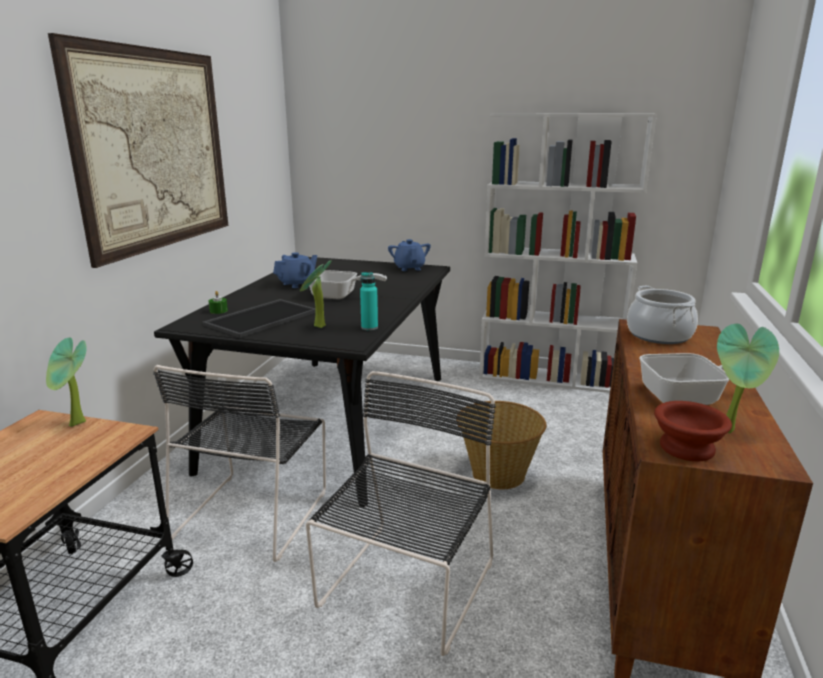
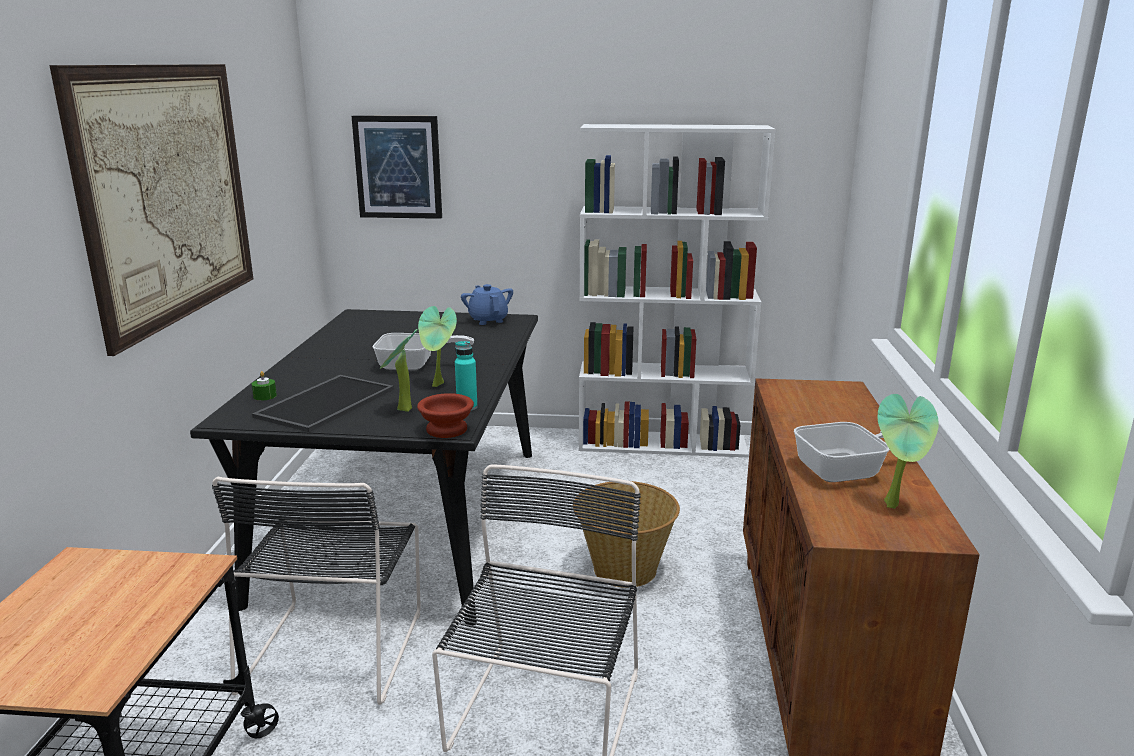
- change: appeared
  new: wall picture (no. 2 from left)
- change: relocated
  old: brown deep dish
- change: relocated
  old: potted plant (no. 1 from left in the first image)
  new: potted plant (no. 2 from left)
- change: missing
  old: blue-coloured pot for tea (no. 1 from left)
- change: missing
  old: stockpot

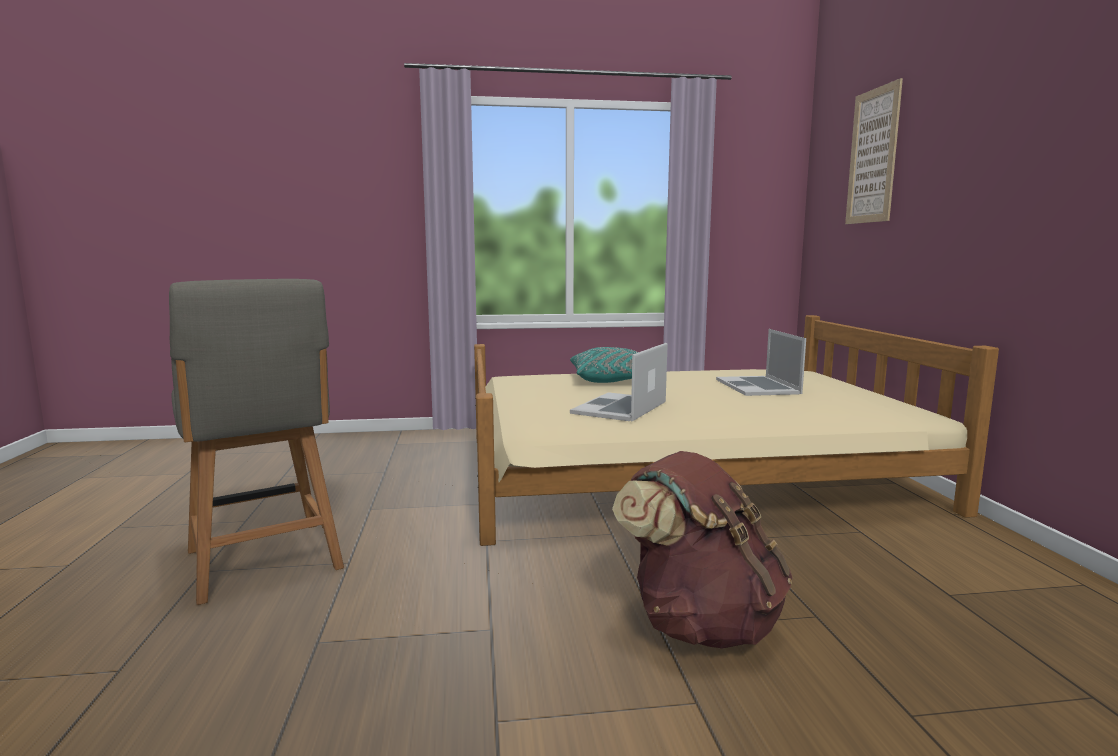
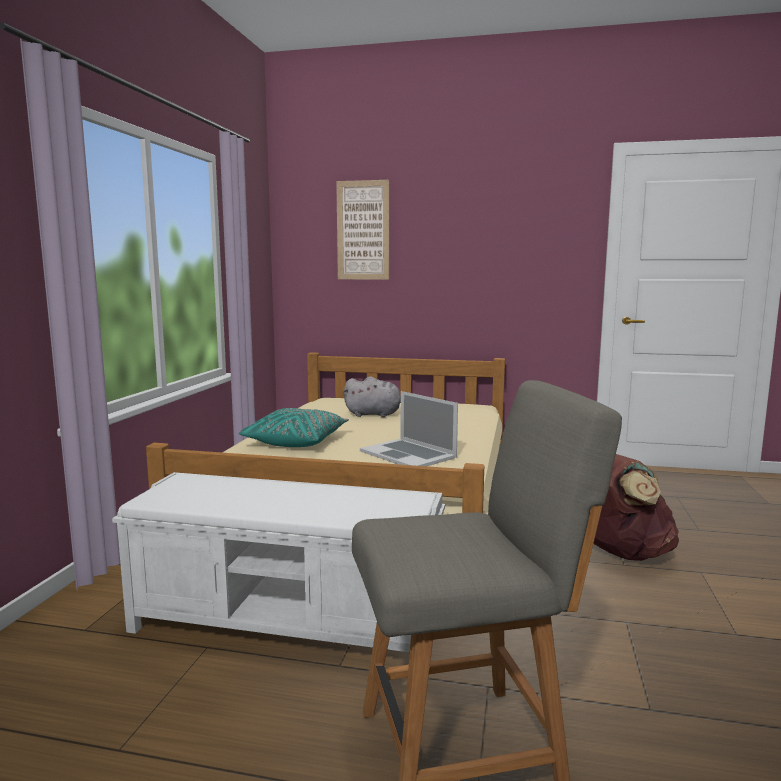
- change: appeared
  new: whitish indoor bench
- change: exchanged
  old: notebook computer (no. 2 from left)
  new: greyish cuddly toy

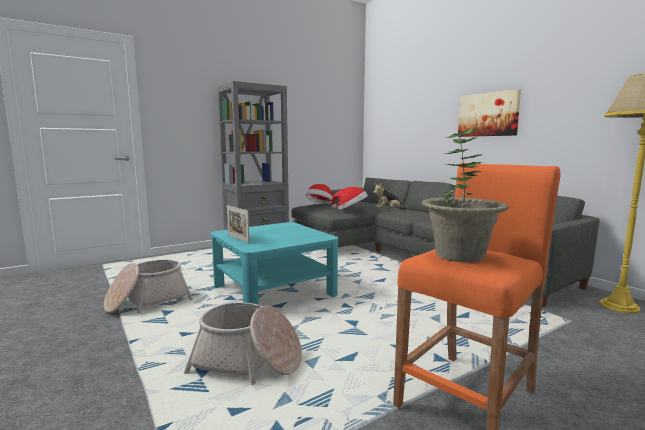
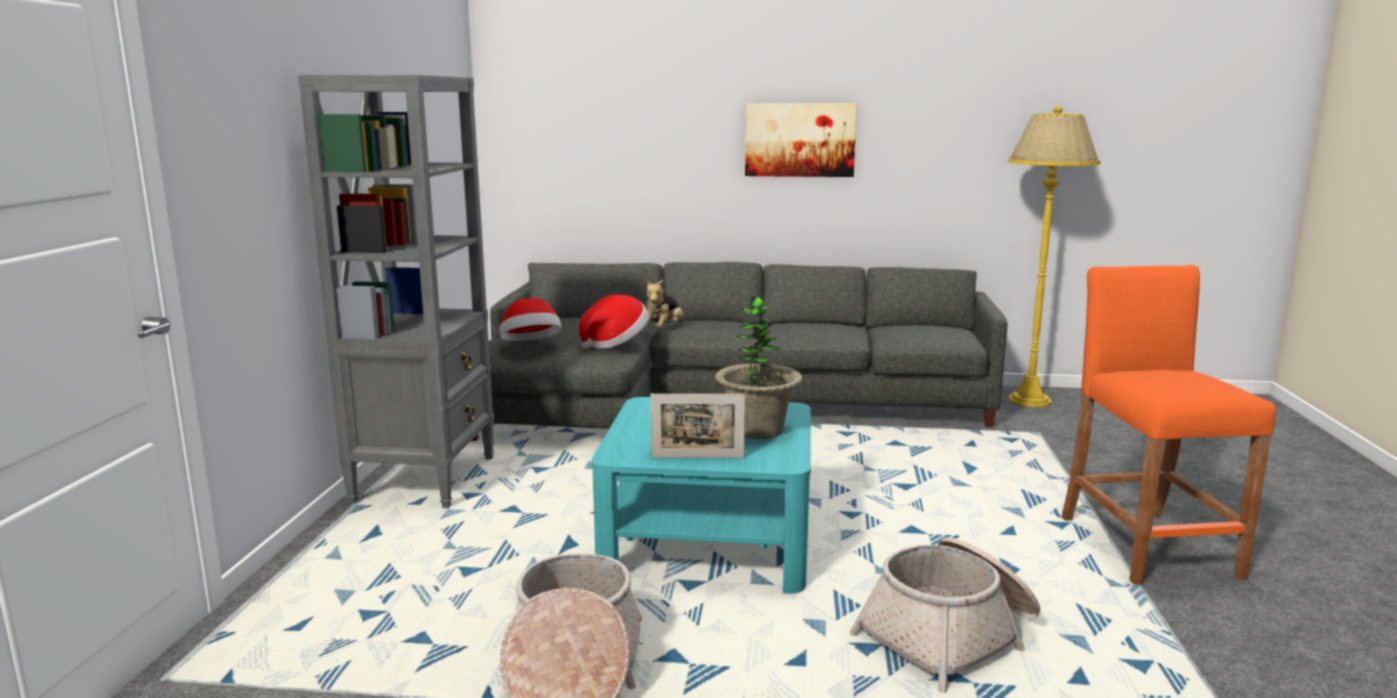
- change: relocated
  old: potted plant

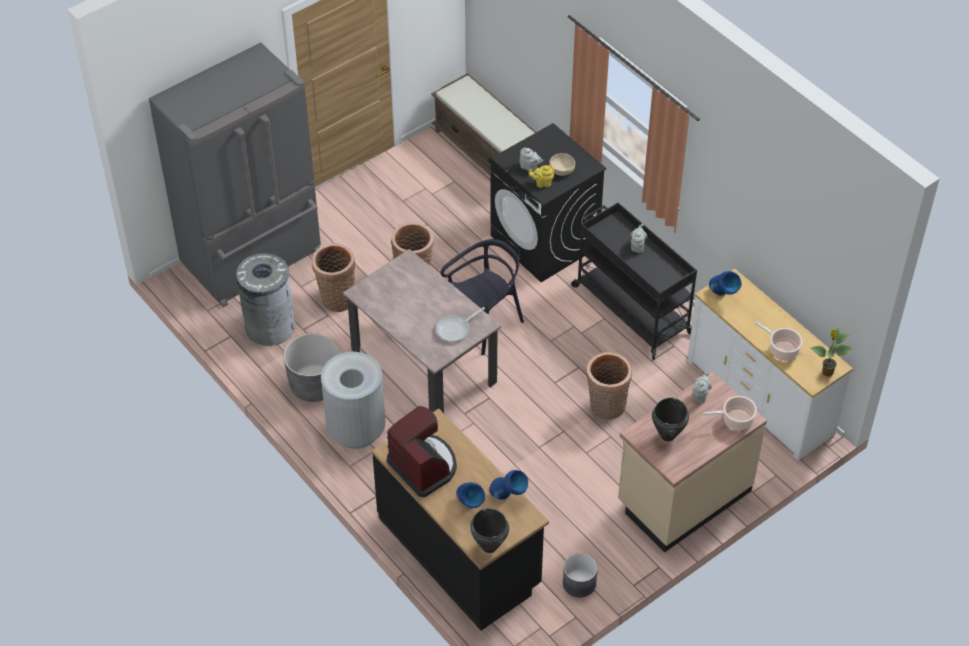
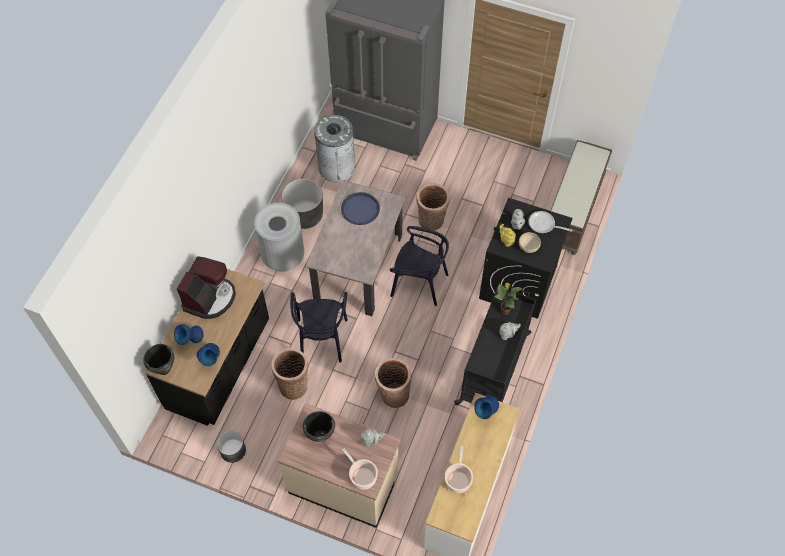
- change: relocated
  old: basket (no. 1 from left)
- change: appeared
  new: black-coloured plain chair (no. 1 from left)
- change: appeared
  new: blue-coloured carrying tray
- change: relocated
  old: potted plant
- change: relocated
  old: skillet

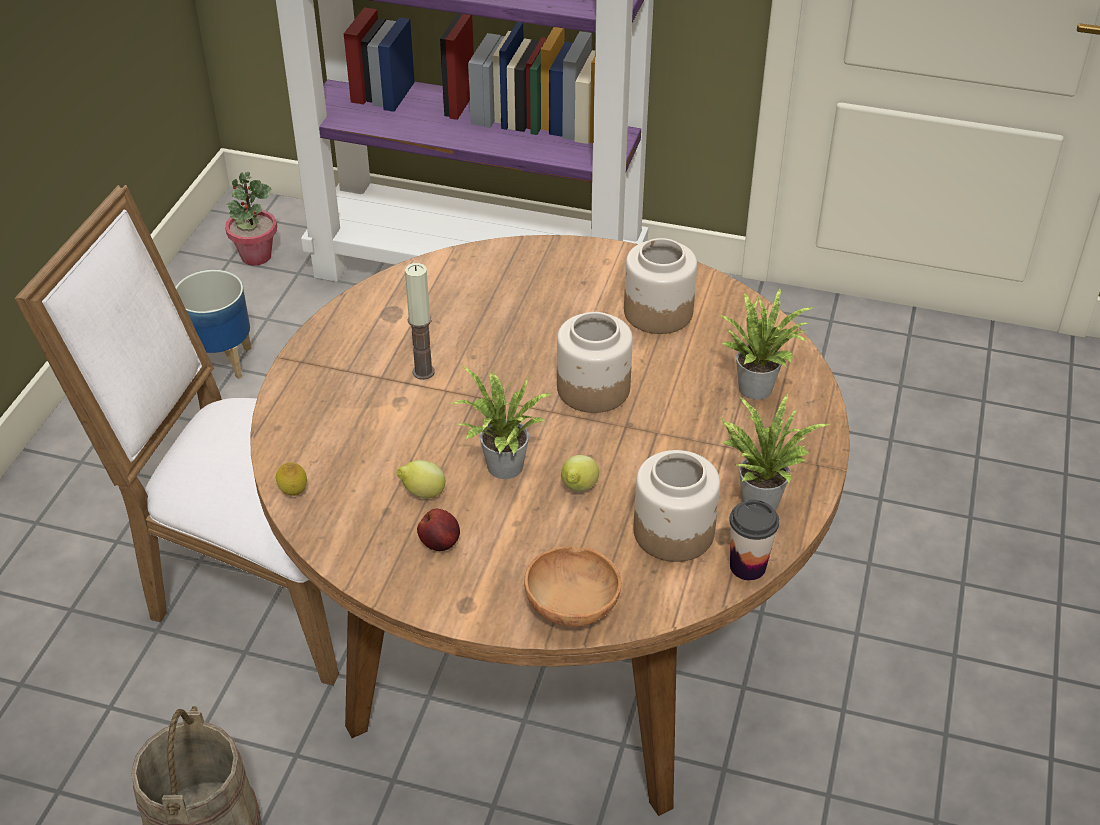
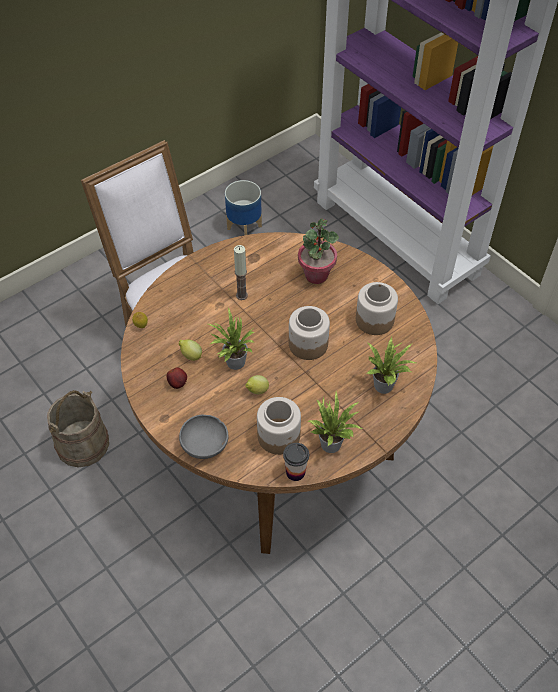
- change: colour
  old: brown deep dish
  new: greyish deep dish
- change: relocated
  old: potted plant (no. 1 from left in the first image)
  new: potted plant (no. 2 from left)

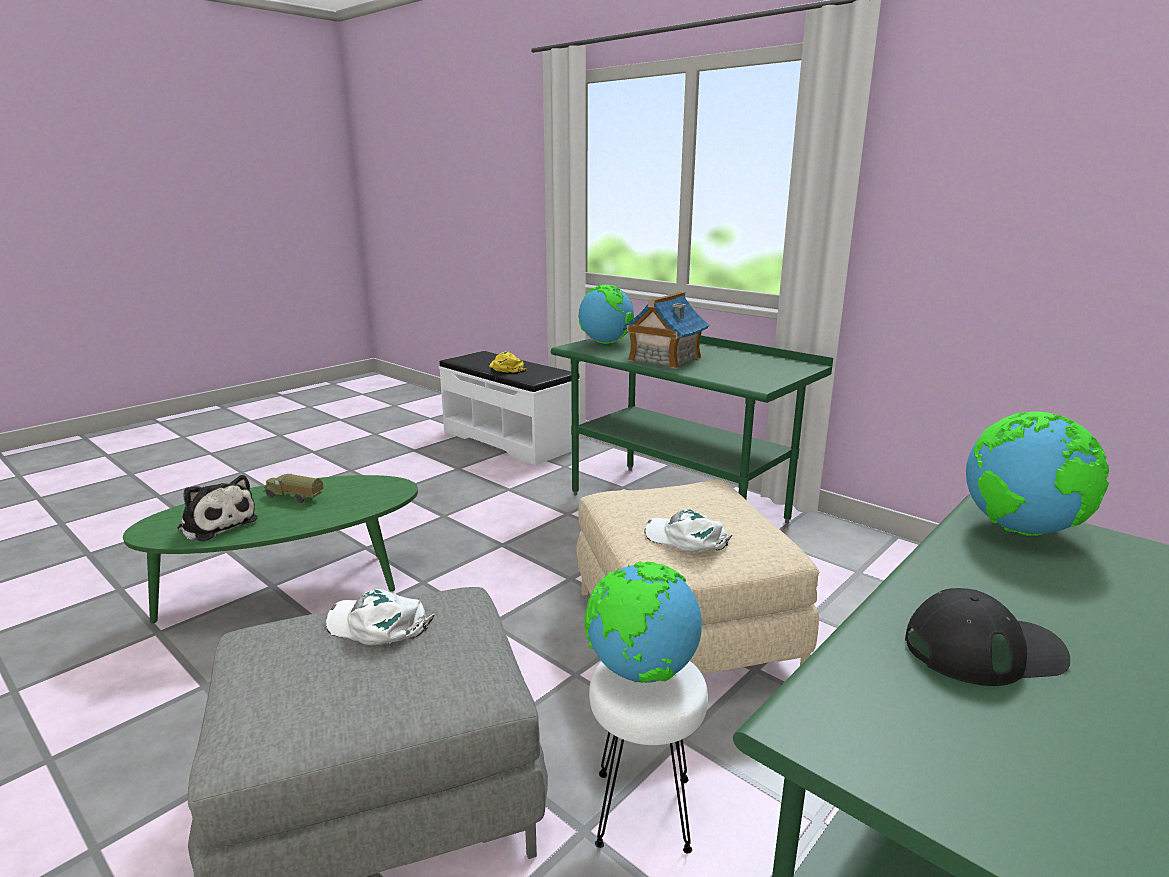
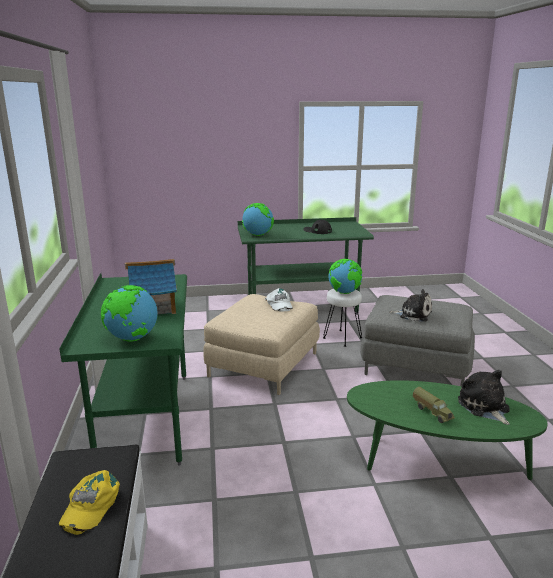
- change: exchanged
  old: whitish cap (no. 1 from left)
  new: cuddly toy (no. 1 from left)

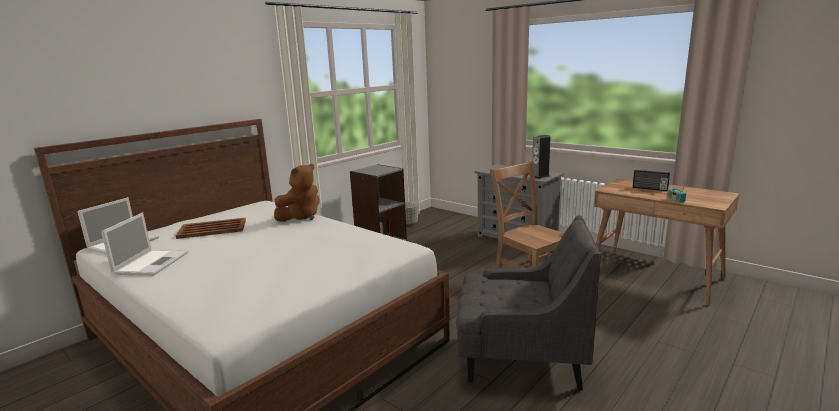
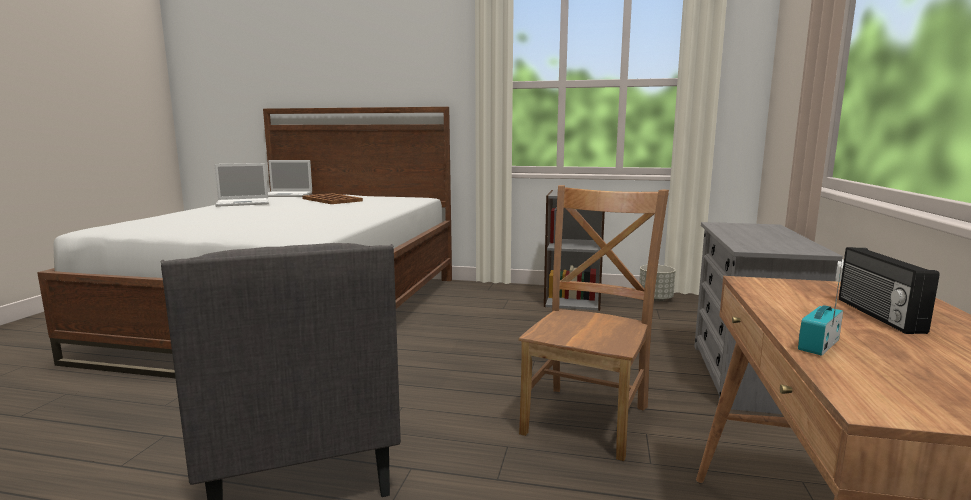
- change: missing
  old: brown cuddly toy
- change: missing
  old: loudspeaker

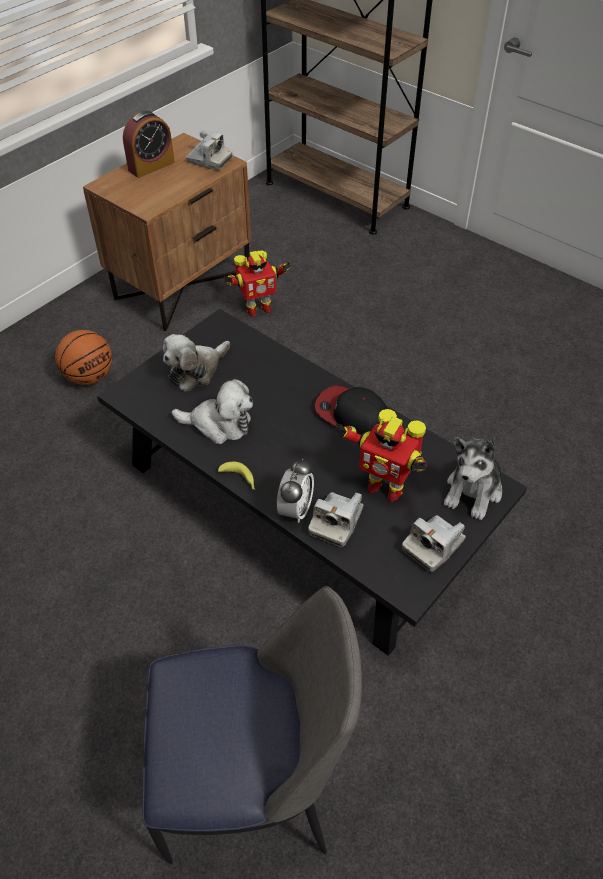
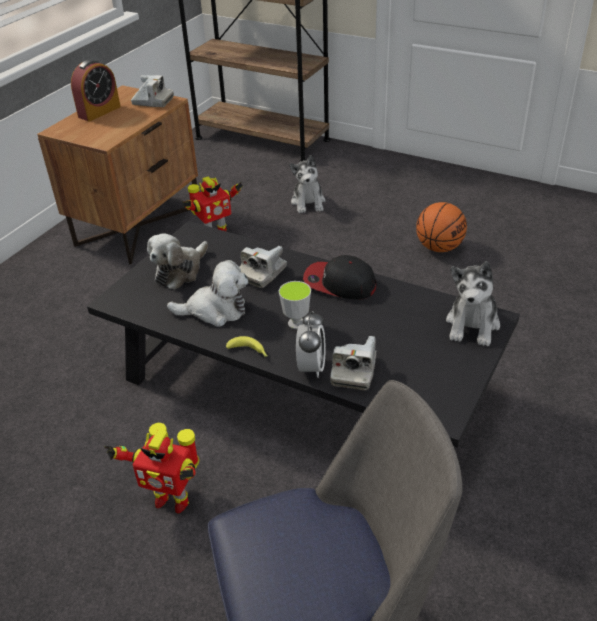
- change: relocated
  old: model robot (no. 2 from left in the first image)
  new: model robot (no. 1 from left)
- change: relocated
  old: still camera (no. 3 from left in the first image)
  new: still camera (no. 2 from left)
- change: appeared
  new: drinking cup
- change: appeared
  new: cuddly toy (no. 3 from left)
- change: relocated
  old: basketball

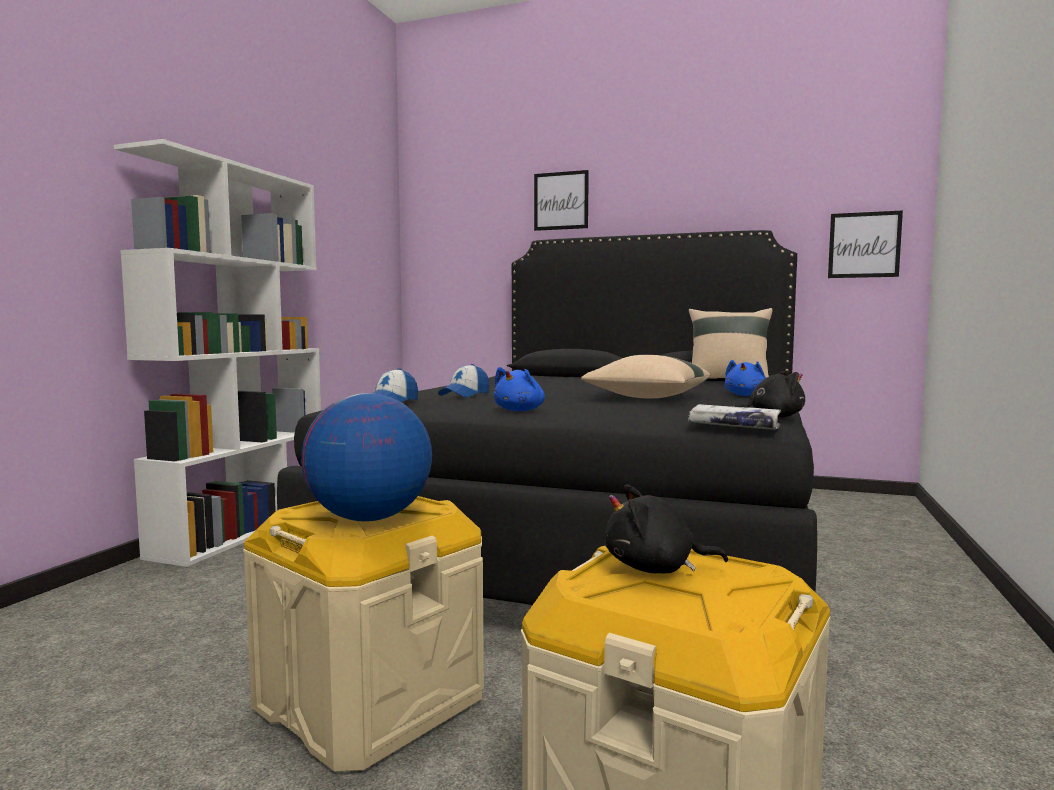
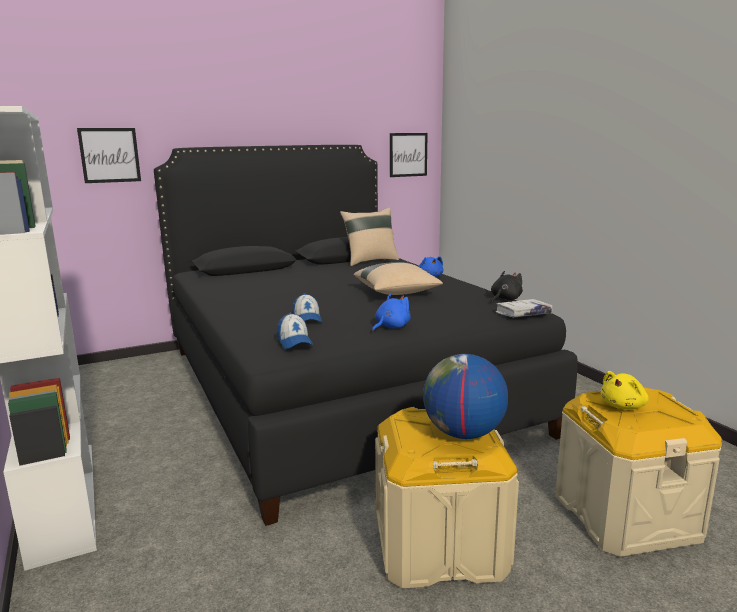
- change: relocated
  old: wall picture (no. 1 from left)
- change: spun
  old: blue-coloured cuddly toy (no. 1 from left)
  degrees: -120
- change: colour
  old: black-coloured cuddly toy (no. 1 from left)
  new: yellow-coloured cuddly toy

